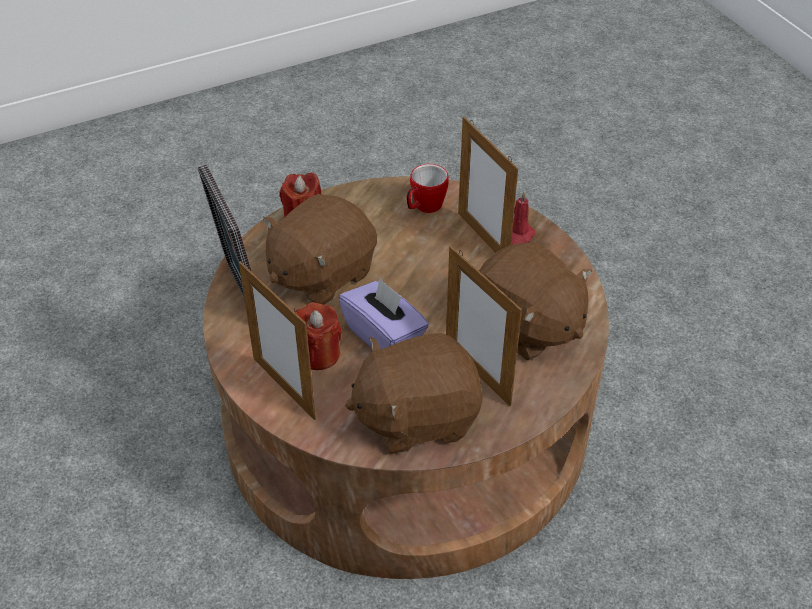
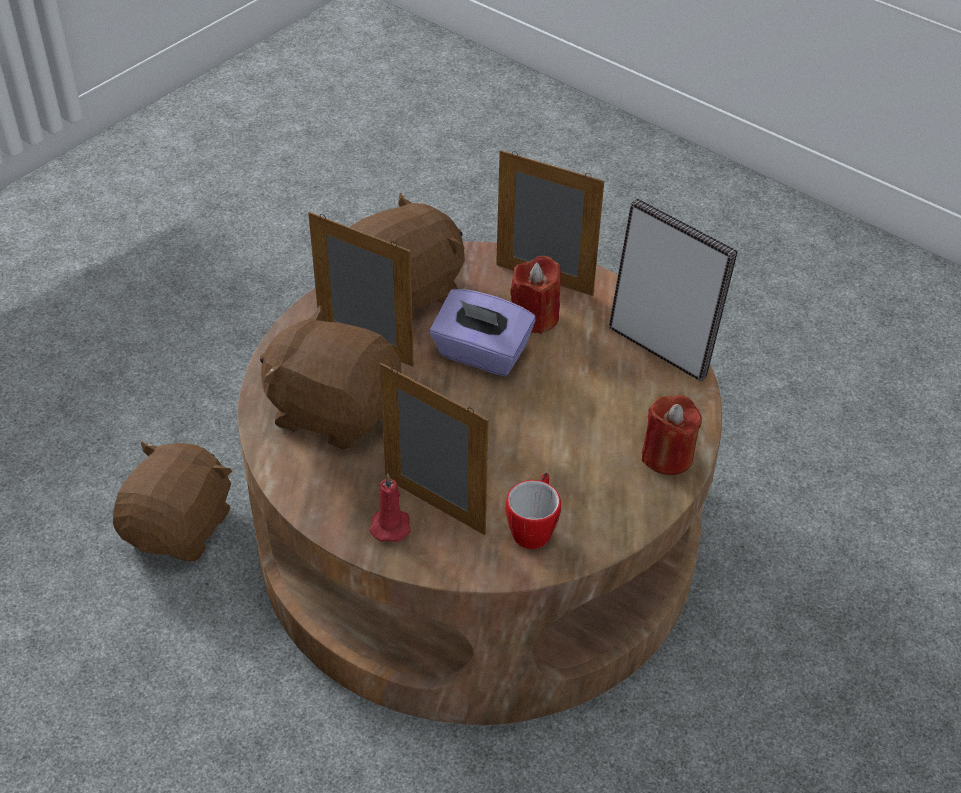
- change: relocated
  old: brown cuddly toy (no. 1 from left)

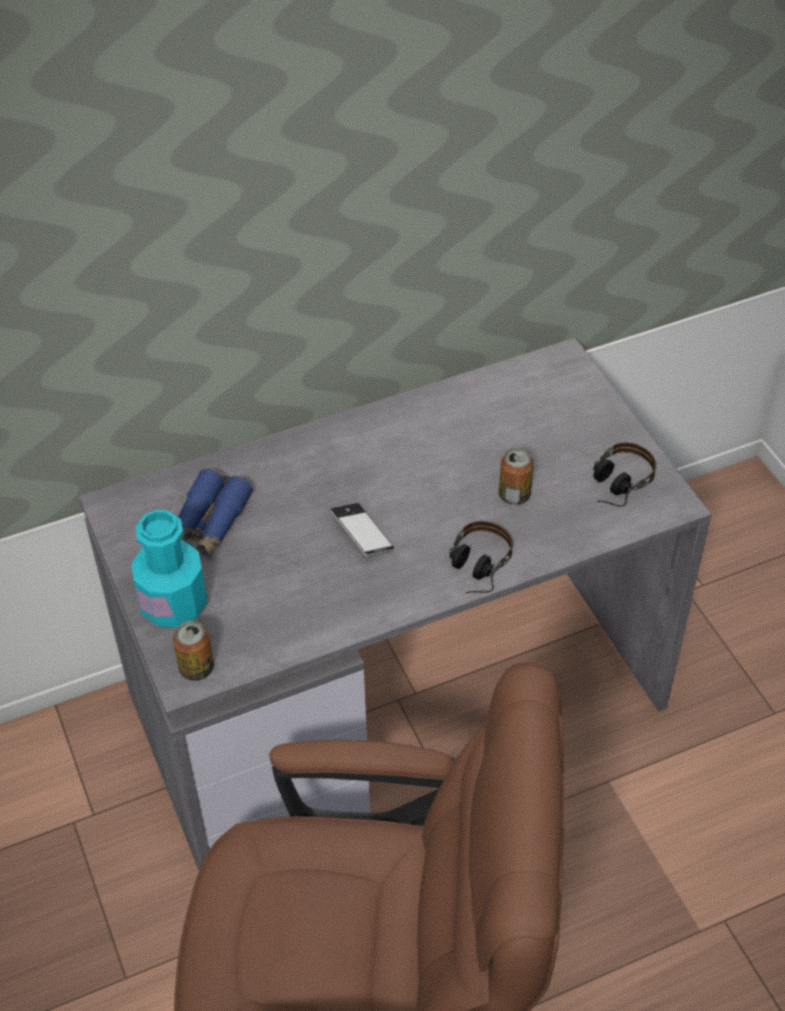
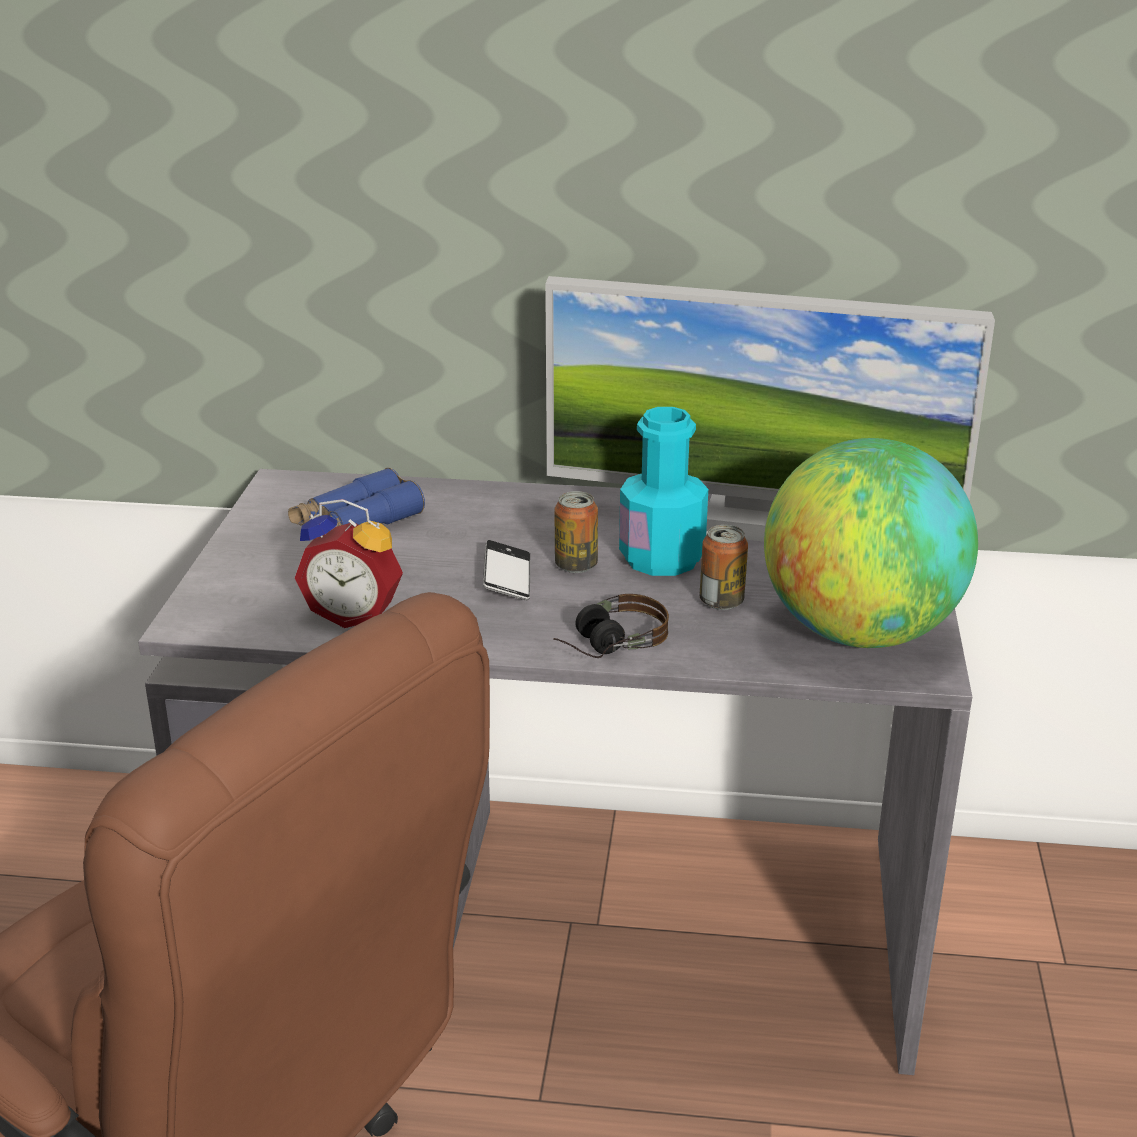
- change: appeared
  new: bedside clock
- change: appeared
  new: computer screen
- change: relocated
  old: sealed can (no. 1 from left)
- change: relocated
  old: blue-green beverage bottle
- change: exchanged
  old: headphones (no. 2 from left)
  new: desk globe

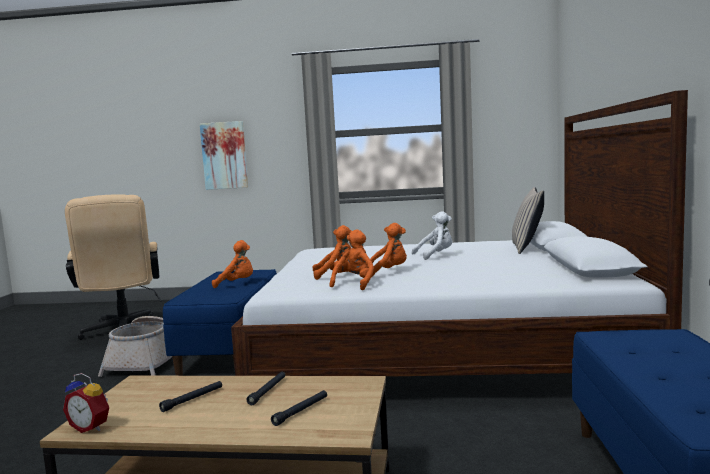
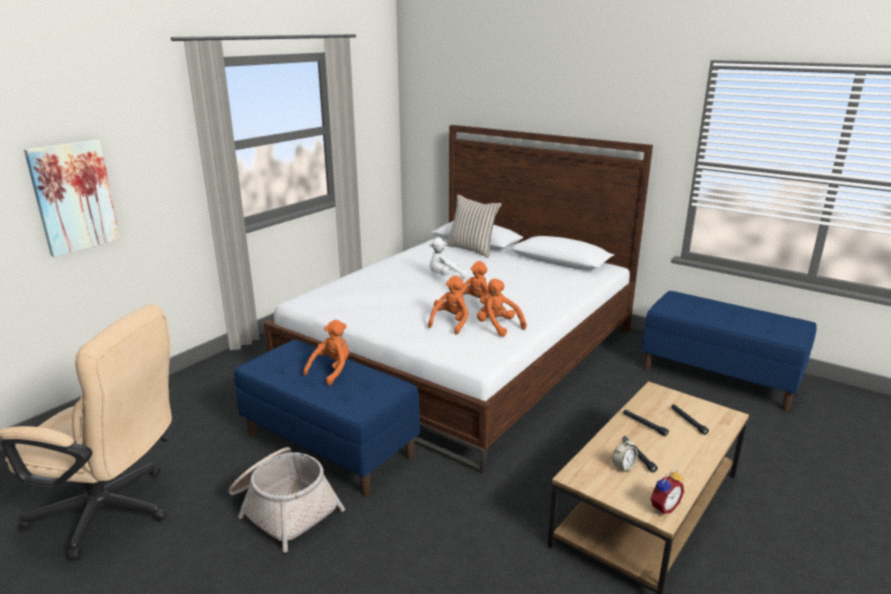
- change: spun
  old: whitish cuddly toy
  degrees: -120
- change: appeared
  new: bedside clock (no. 1 from left)

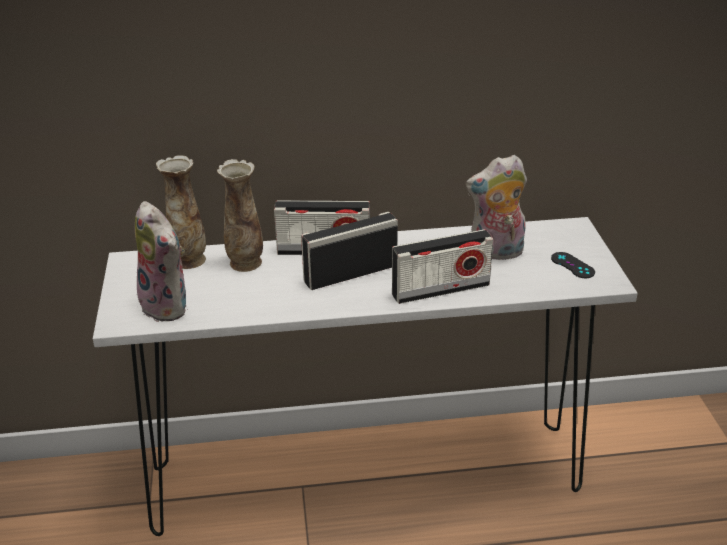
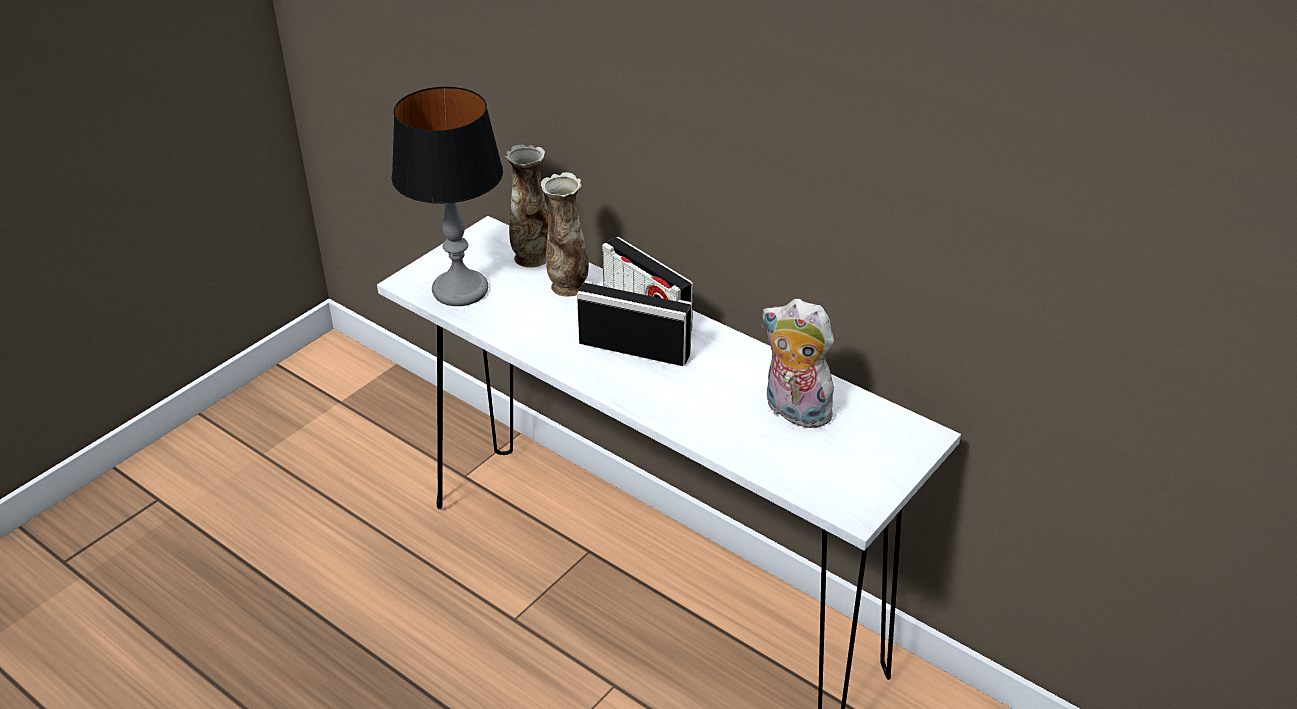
- change: exchanged
  old: cuddly toy (no. 1 from left)
  new: table lamp
- change: missing
  old: radio (no. 3 from left)
- change: missing
  old: black-coloured gamepad

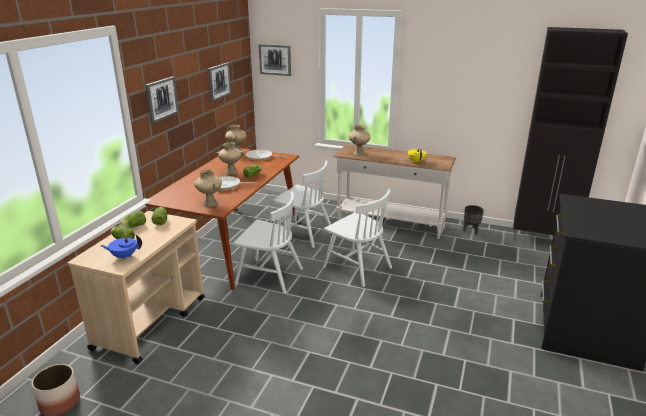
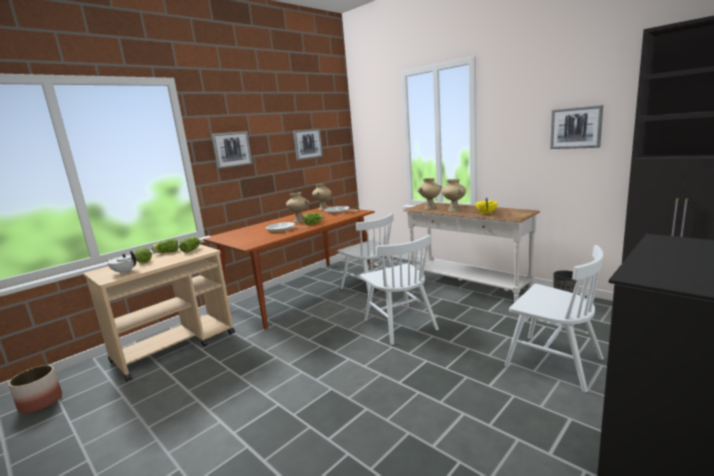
- change: colour
  old: blue-coloured pot for tea
  new: whitish pot for tea
- change: relocated
  old: sand-coloured flower vase (no. 1 from left in the first image)
  new: sand-coloured flower vase (no. 4 from left)
- change: relocated
  old: whitish plain chair (no. 1 from left in the first image)
  new: whitish plain chair (no. 3 from left)
- change: relocated
  old: wall picture (no. 3 from left)

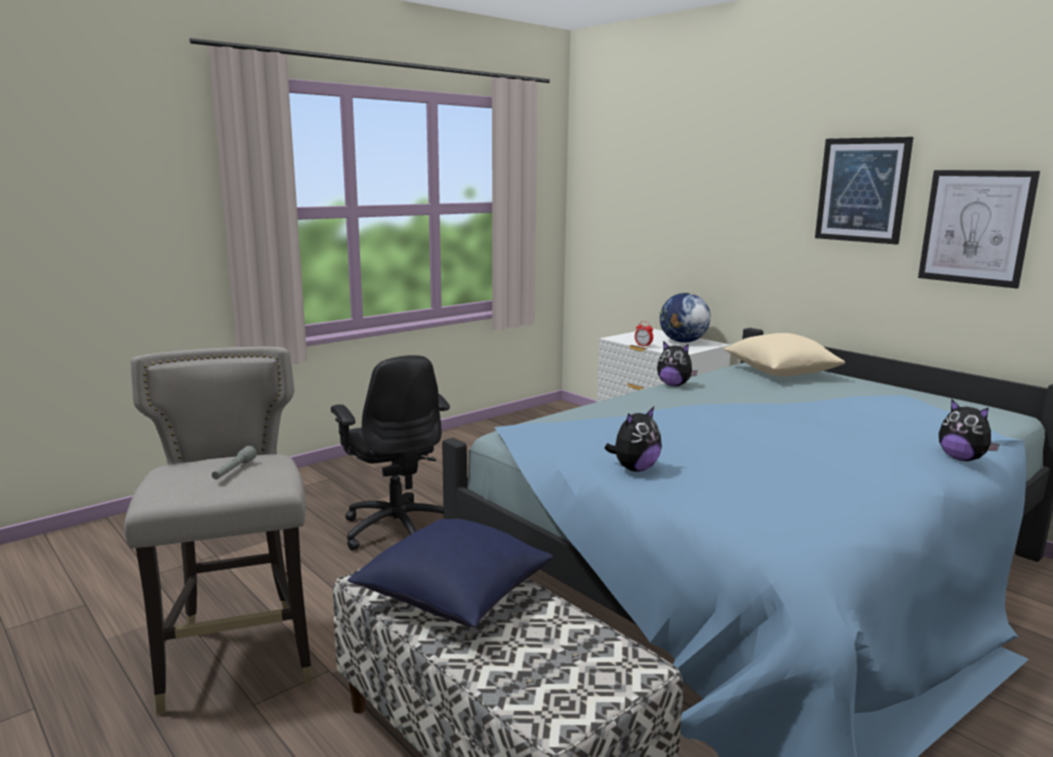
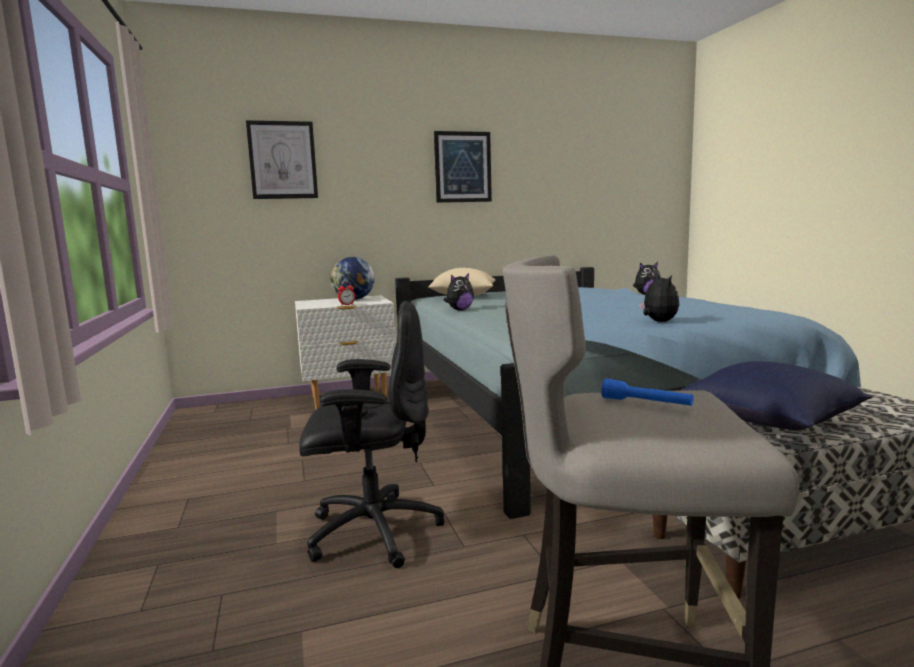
- change: relocated
  old: wall picture (no. 2 from left in the first image)
  new: wall picture (no. 1 from left)
- change: colour
  old: greyish flashlight
  new: blue-coloured flashlight

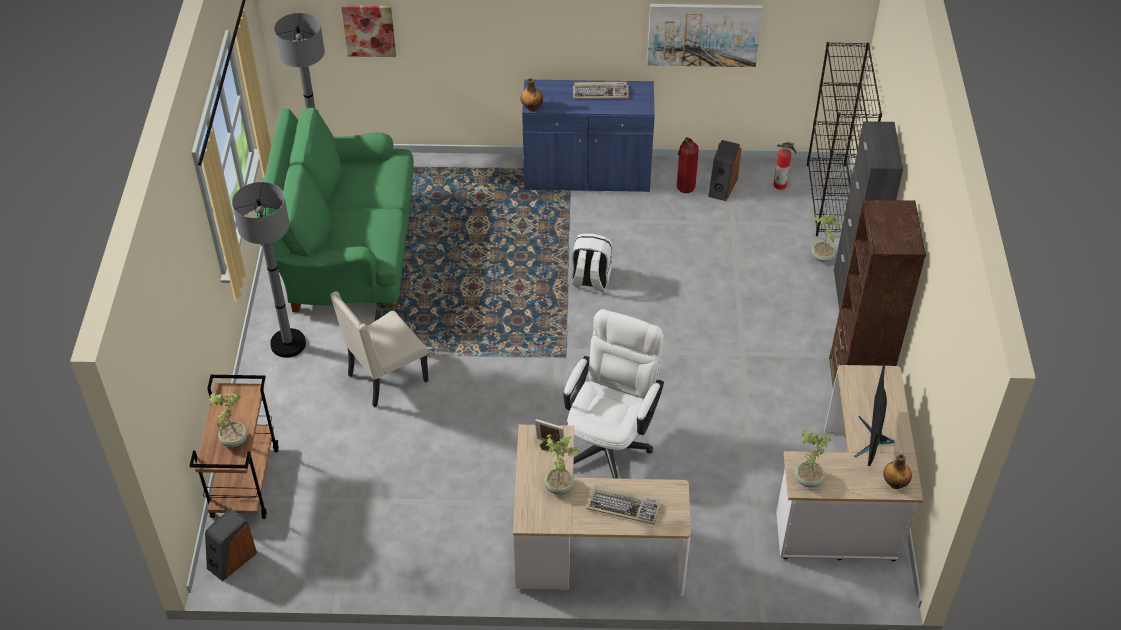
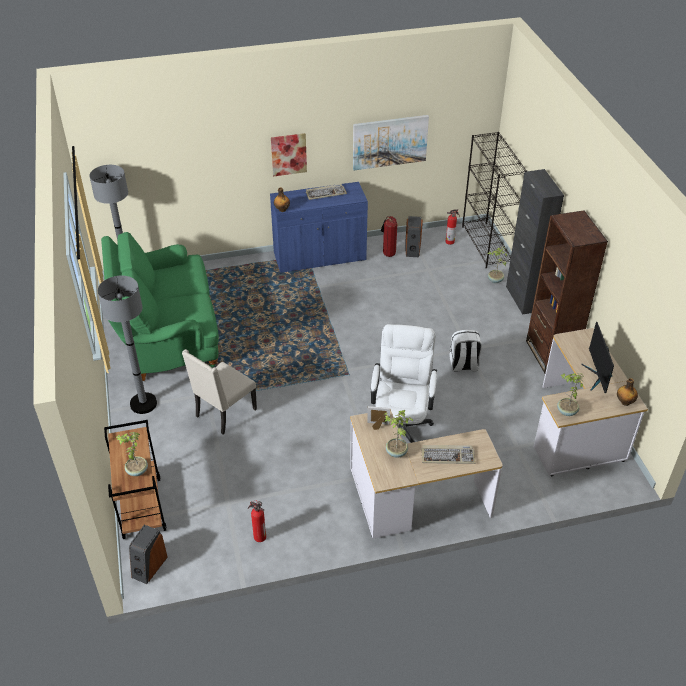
- change: appeared
  new: extinguisher (no. 1 from left)
- change: relocated
  old: wall picture (no. 1 from left)
- change: relocated
  old: whitish knapsack

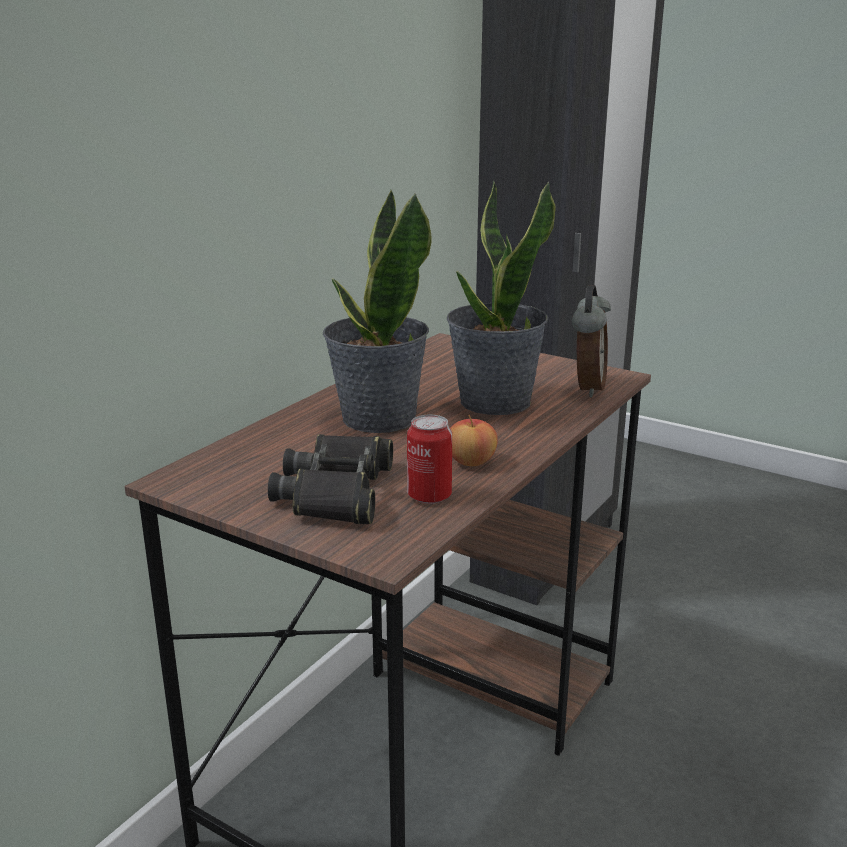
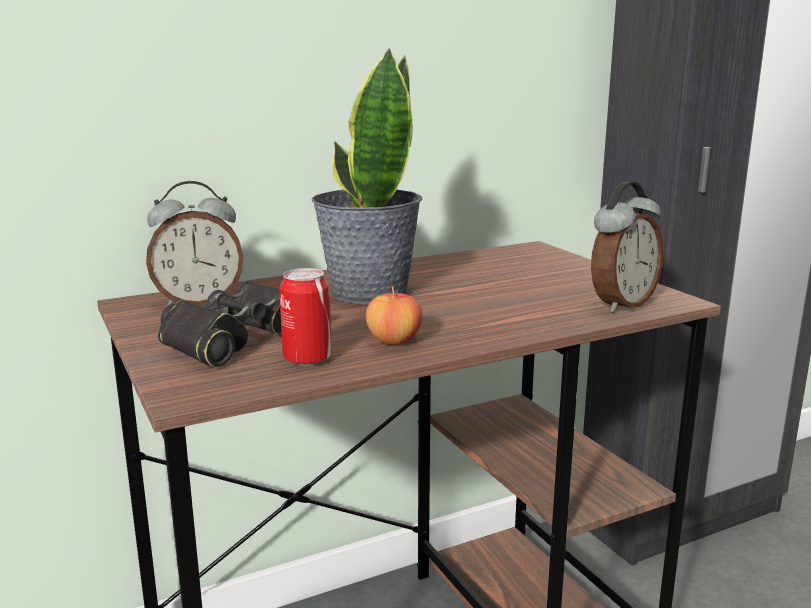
- change: appeared
  new: bedside clock (no. 1 from left)
- change: missing
  old: potted plant (no. 2 from left)

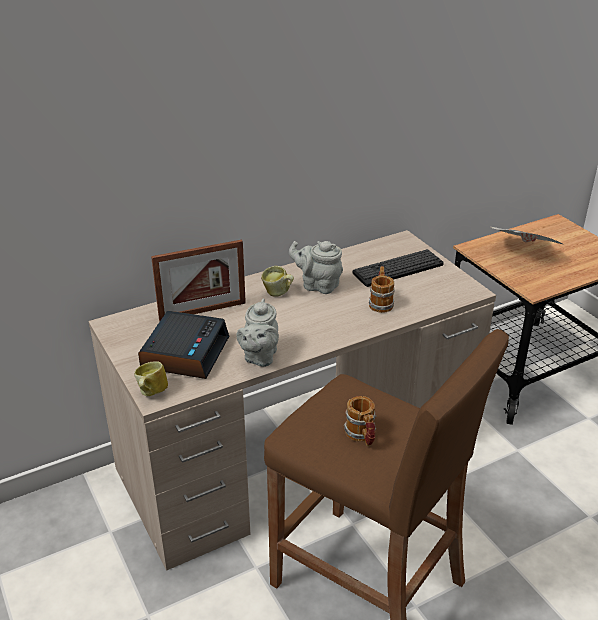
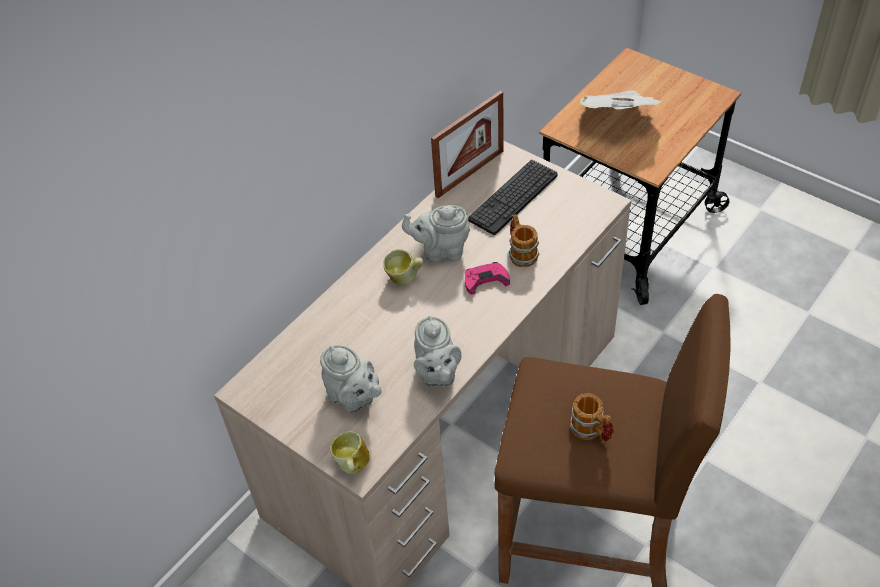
- change: exchanged
  old: bedside clock
  new: greyish pot for tea (no. 1 from left)
- change: relocated
  old: picture frame
- change: appeared
  new: pink gamepad

